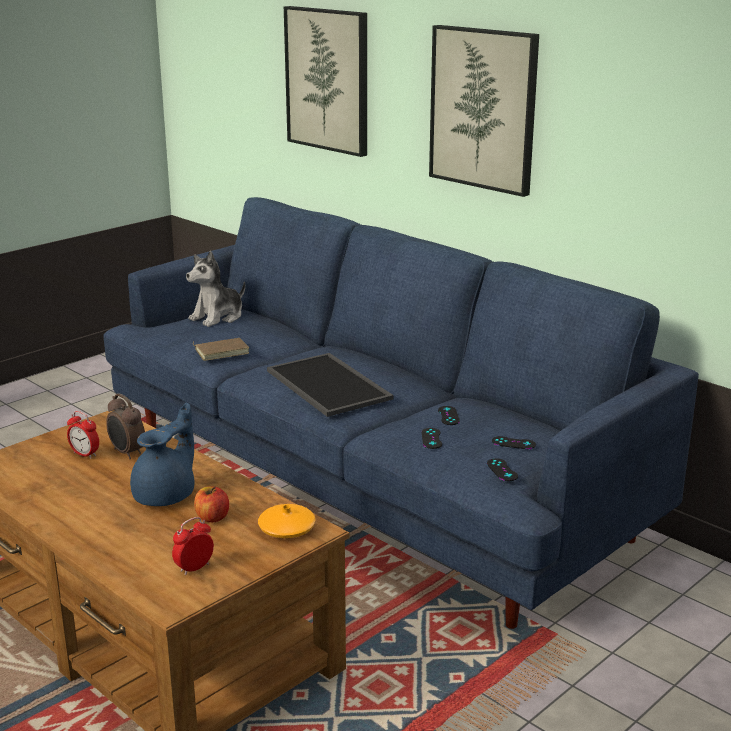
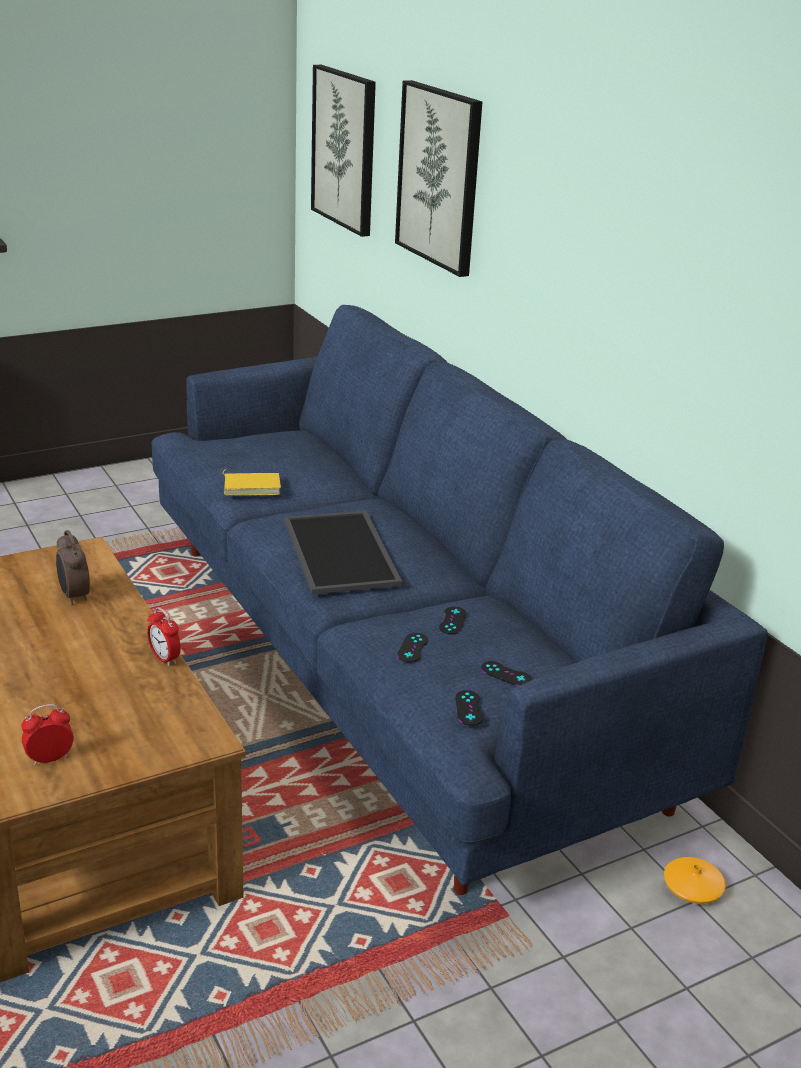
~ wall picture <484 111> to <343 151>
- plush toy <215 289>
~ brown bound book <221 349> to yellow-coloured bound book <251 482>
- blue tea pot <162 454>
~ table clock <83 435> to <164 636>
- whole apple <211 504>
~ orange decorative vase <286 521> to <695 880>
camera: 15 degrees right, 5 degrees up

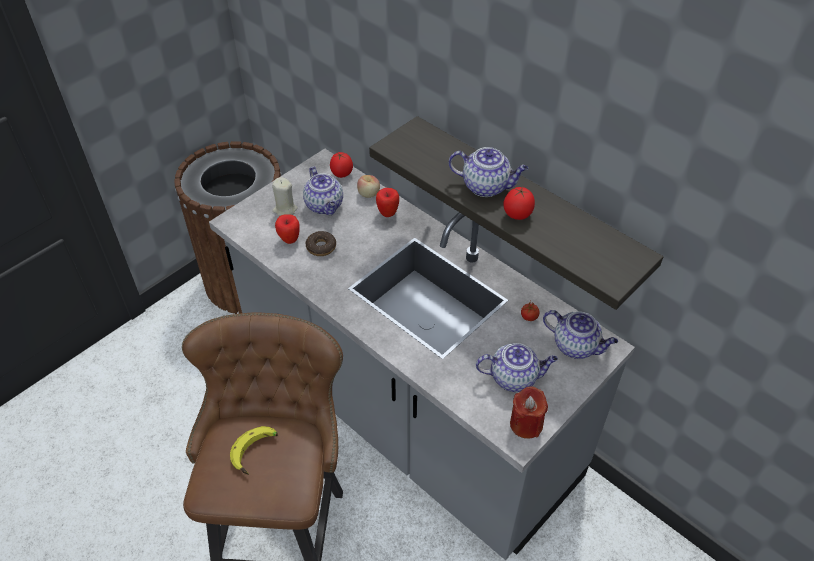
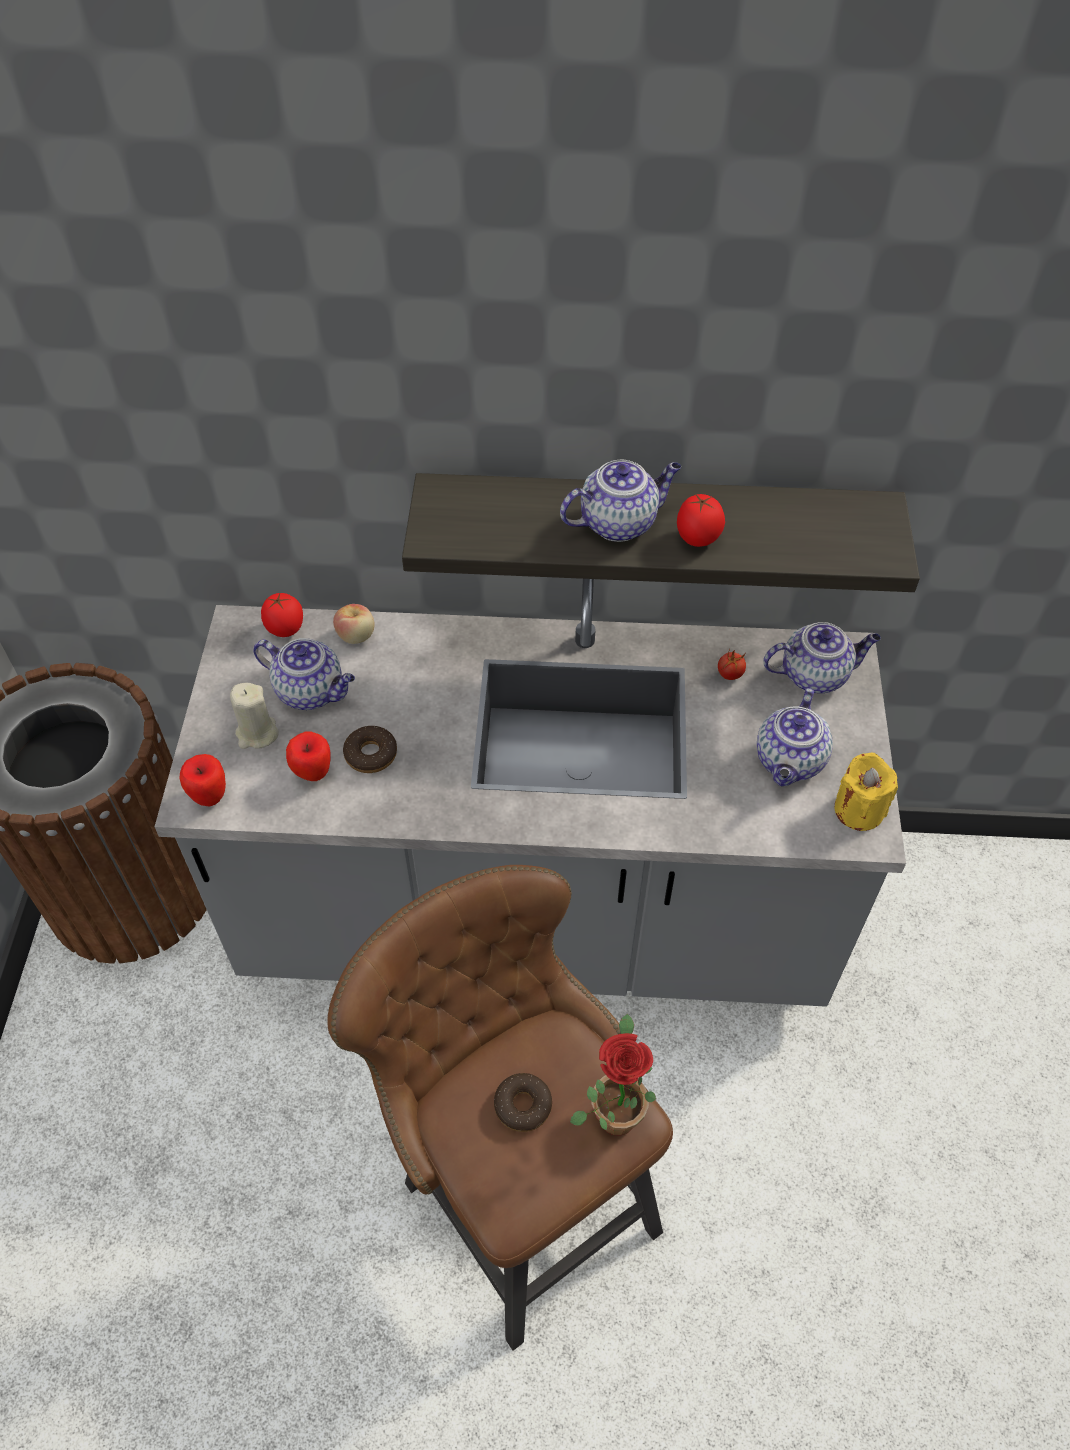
~ whole apple <387 202> to <202 780>
~ tea pot <517 367> = <795 737> 150 degrees clockwise
~ red-coloured wax candle <529 412> to yellow-coloured wax candle <866 792>
~ whole banana <254 450> to donut <523 1102>
+ houseplant <613 1075>
camera: 40 degrees left, 5 degrees up

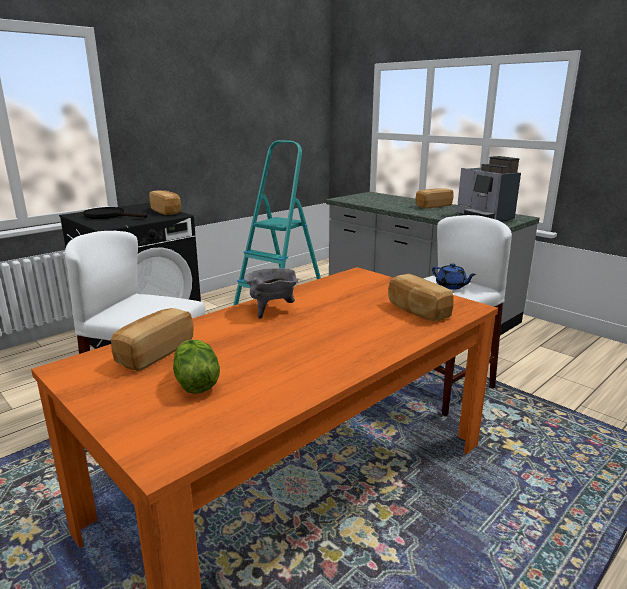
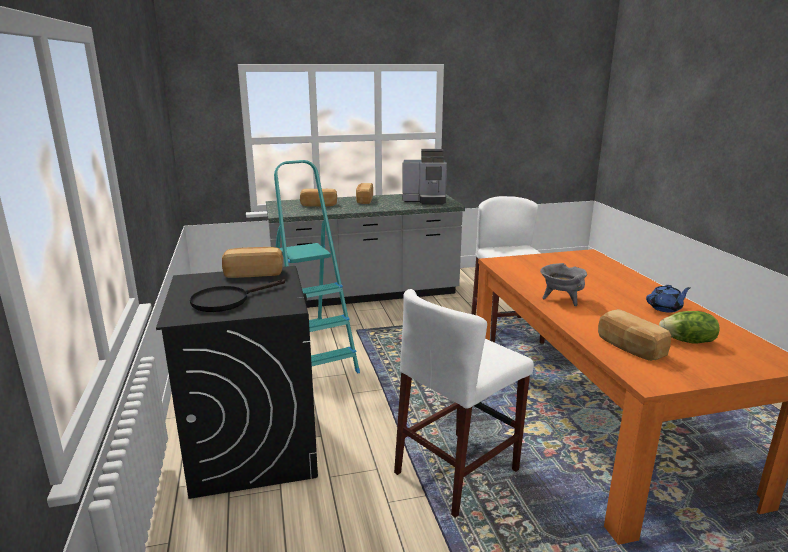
~ blue tea pot <454 277> to <668 299>
~ baked bread <421 297> to <318 198>
camera: 60 degrees left, 0 degrees up

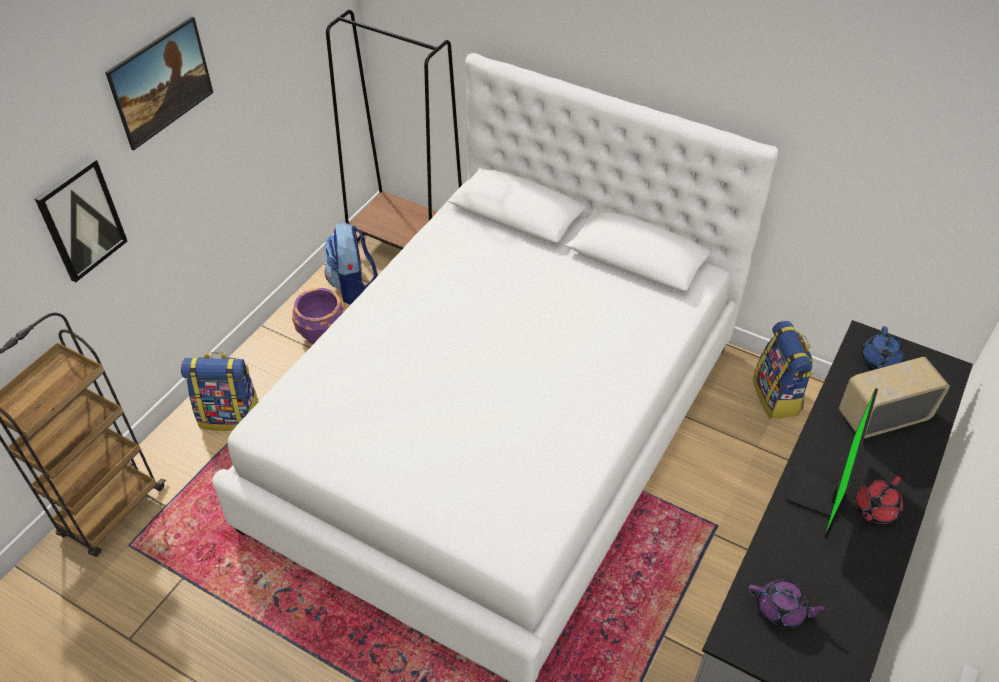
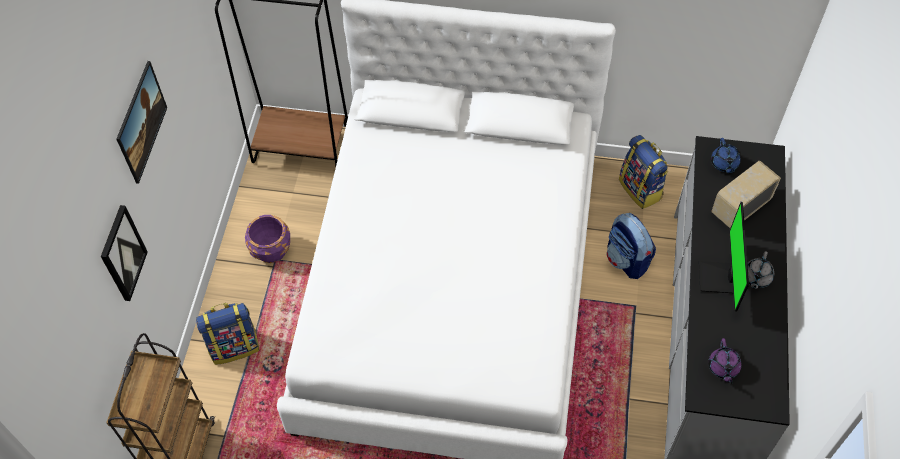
~ rucksack <351 263> to <631 246>
~ red-coloured tea pot <879 500> to grey tea pot <760 270>
~ purple tea pot <789 603> = <725 361> 90 degrees clockwise
camera: 20 degrees left, 10 degrees up

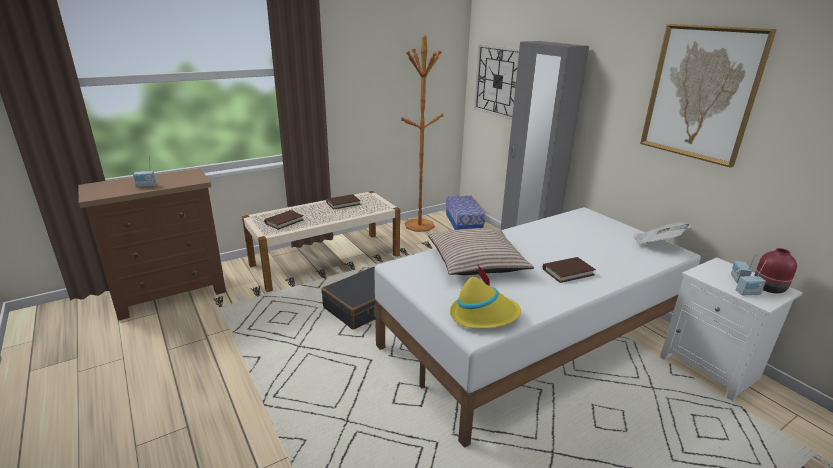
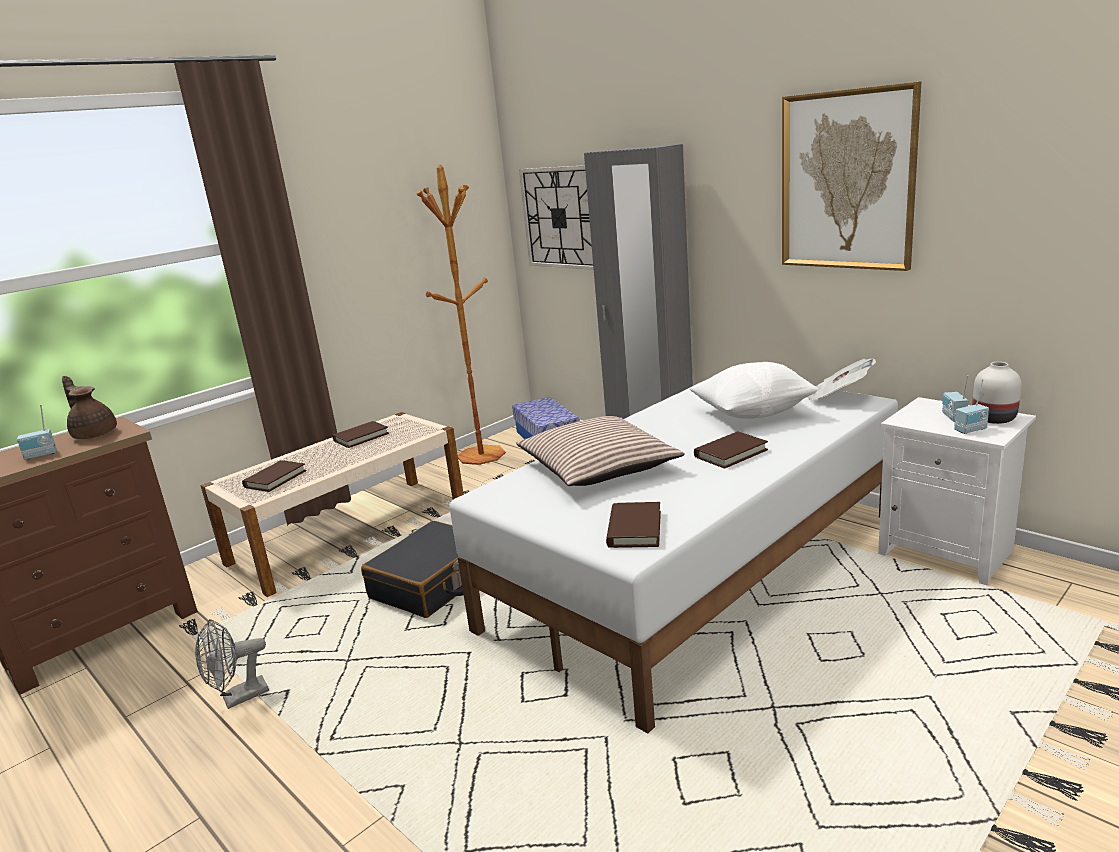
~ red-coloured decorative vase <775 271> to white decorative vase <996 393>
~ yellow-coloured clothing hat <485 297> to brown bound book <633 525>
+ white pillow <753 390>
+ brown tea pot <89 407>
+ grey electric fan <232 664>
camera: 10 degrees left, 5 degrees down

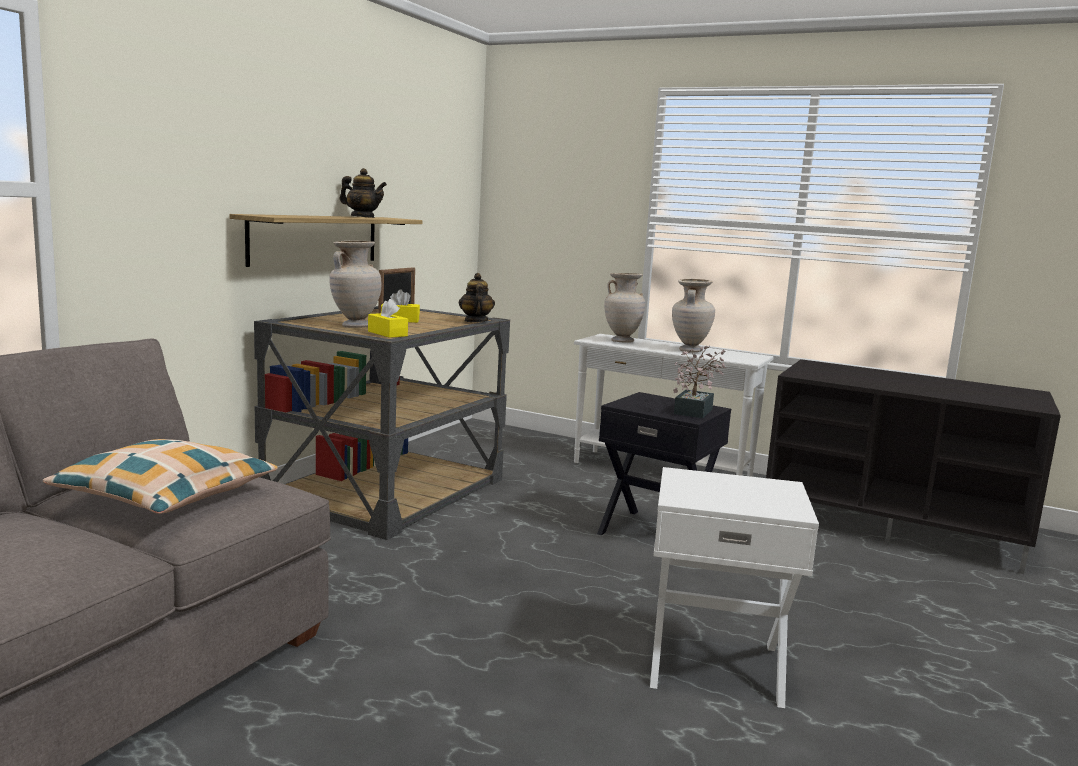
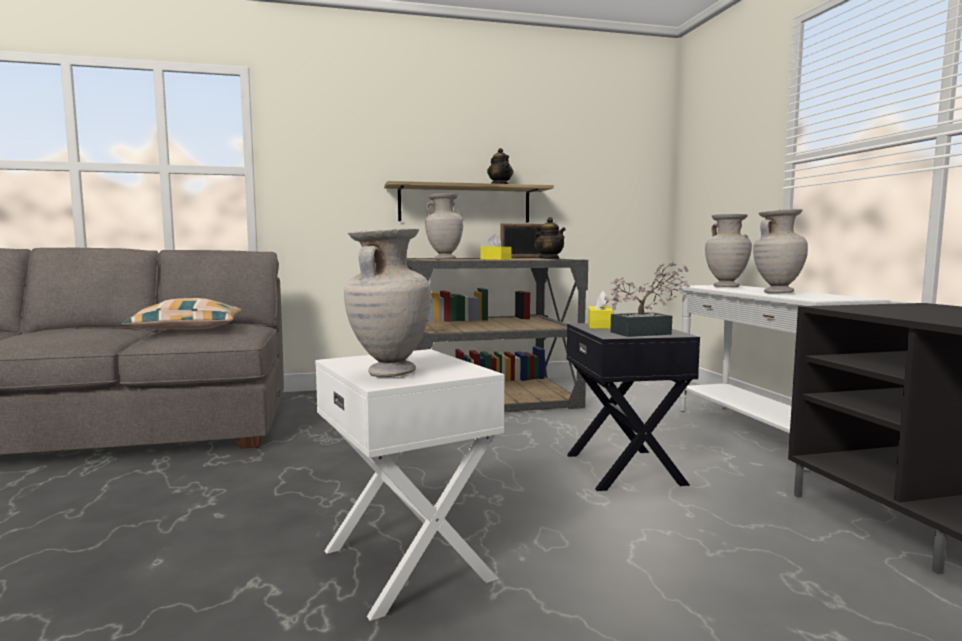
~ tea pot <477 297> = <550 238> 105 degrees clockwise
~ yellow-coloured box of tissues <388 318> to <600 310>
+ sand-coloured decorative vase <387 302>
camera: 50 degrees right, 5 degrees down

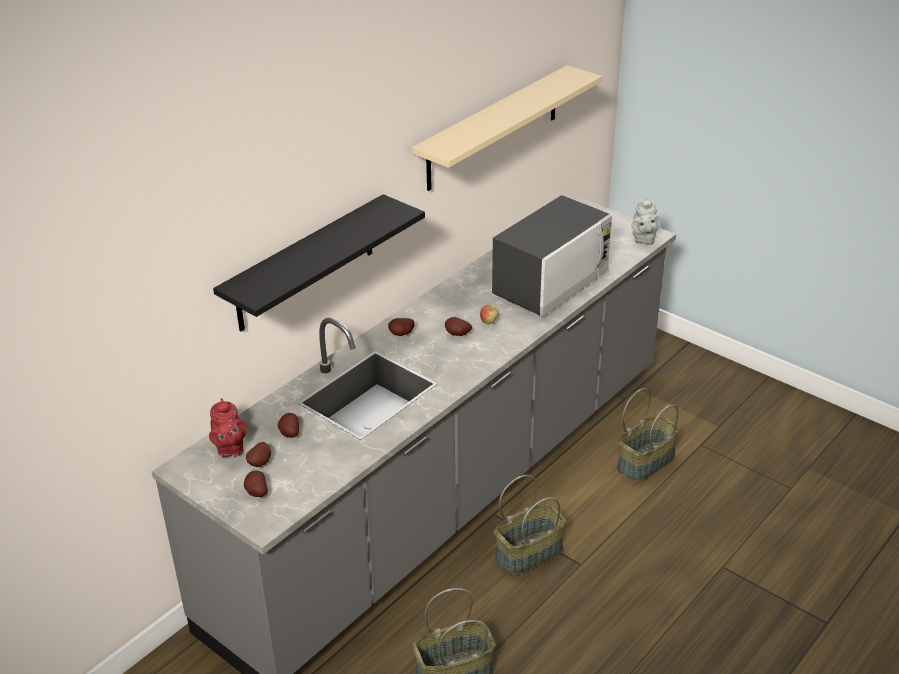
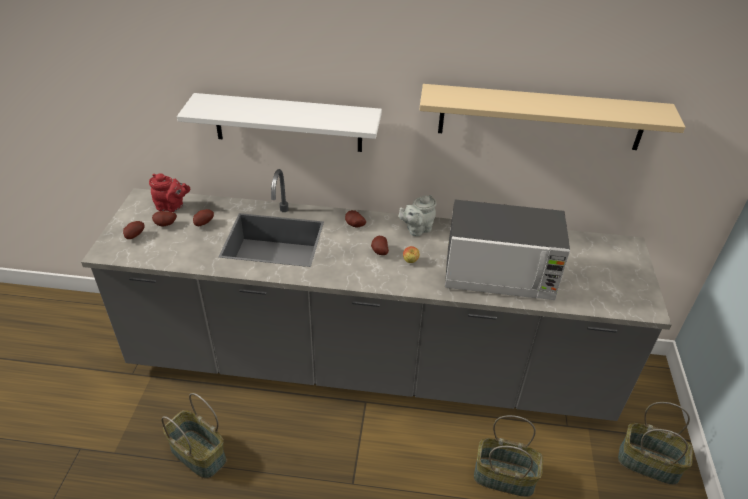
~ black-coloured bracket shelf <319 262> to white bracket shelf <279 122>
~ grey tea pot <646 221> to <418 215>
~ red-coloured tea pot <228 427> = <169 192> 120 degrees counterclockwise
~ basket <530 525> to <655 443>
camera: 55 degrees right, 5 degrees up

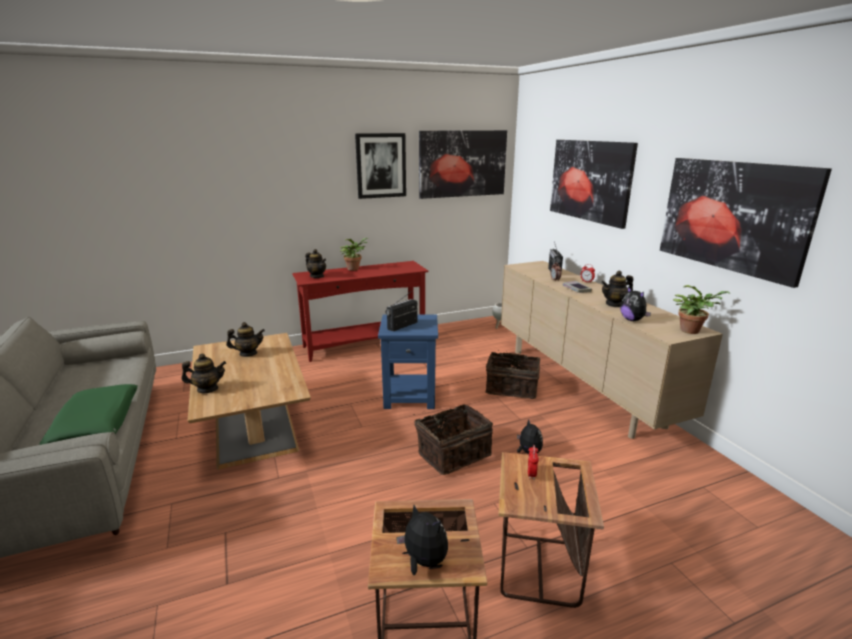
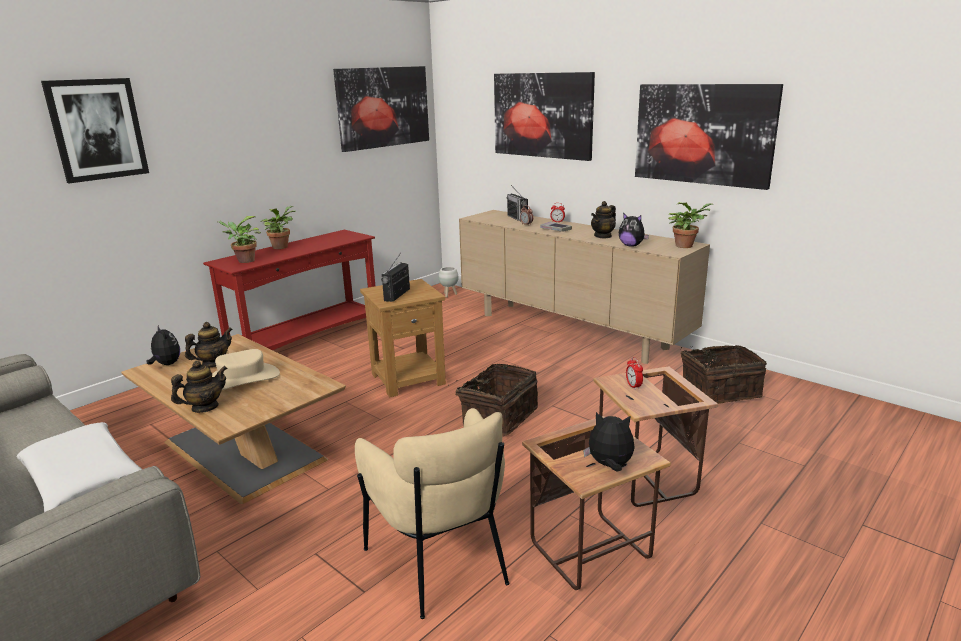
~ wall picture <380 166> to <95 130>
~ tea pot <315 263> to houseplant <239 239>
~ blue end table <408 361> to brown end table <403 338>
~ basket <512 374> to <724 374>
~ green-coloured pillow <88 414> to white pillow <79 467>
~ plush toy <530 436> to <163 345>
+ sand-coloured clothing hat <246 369>
+ sand-coloured lounge chair <432 513>
camera: 25 degrees left, 0 degrees up

